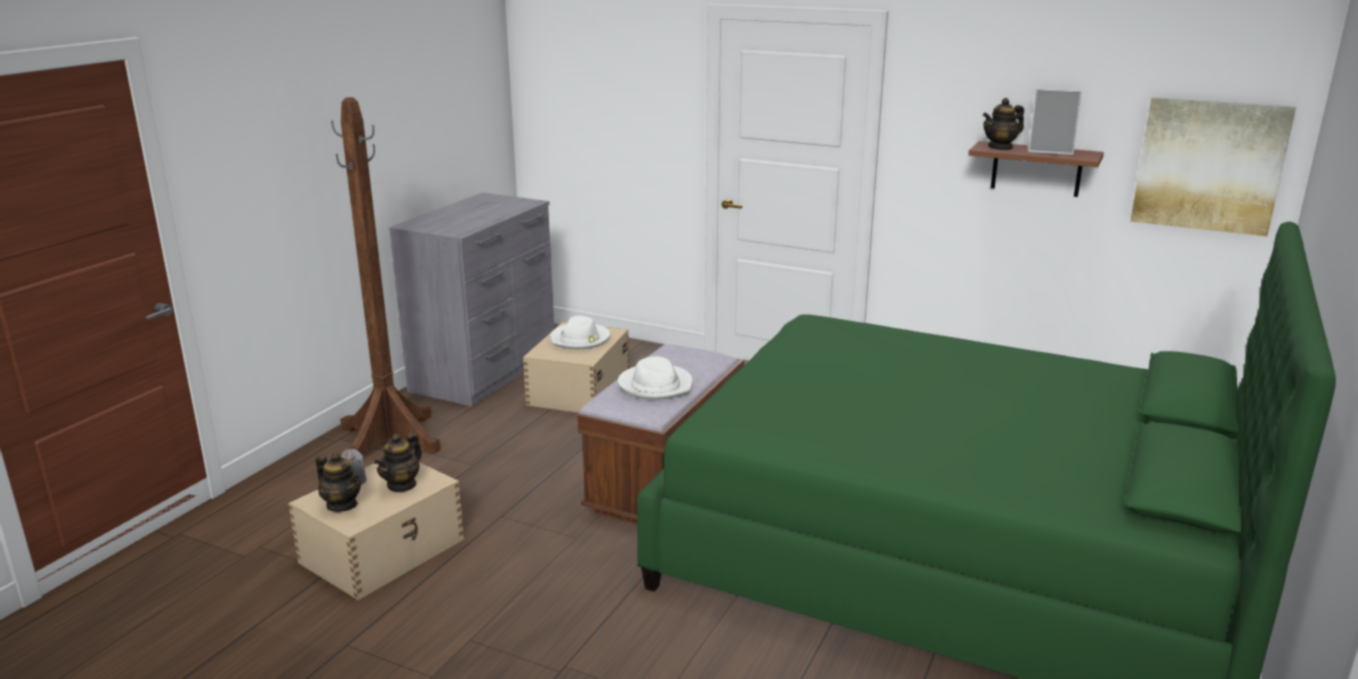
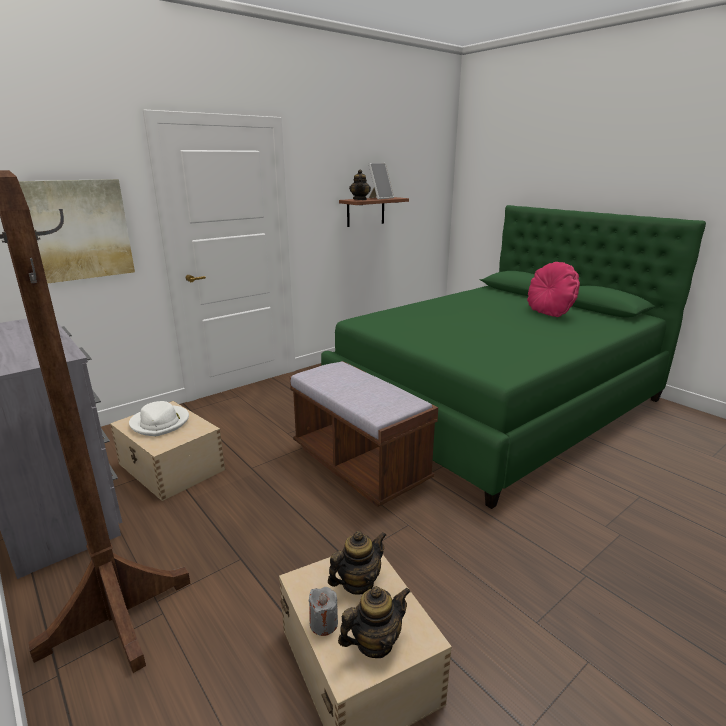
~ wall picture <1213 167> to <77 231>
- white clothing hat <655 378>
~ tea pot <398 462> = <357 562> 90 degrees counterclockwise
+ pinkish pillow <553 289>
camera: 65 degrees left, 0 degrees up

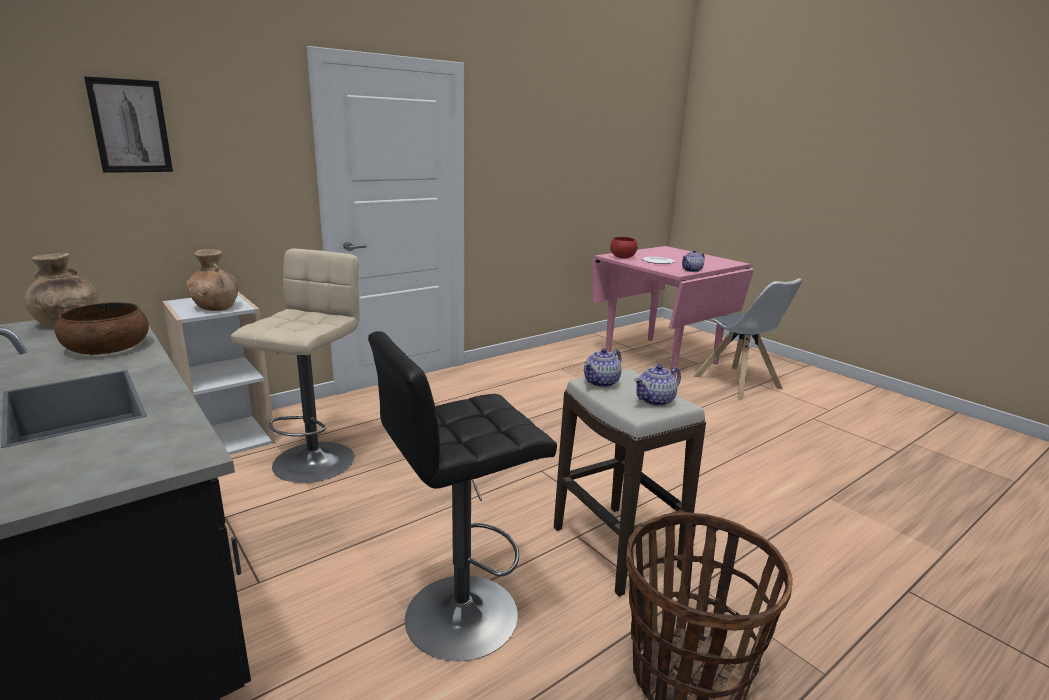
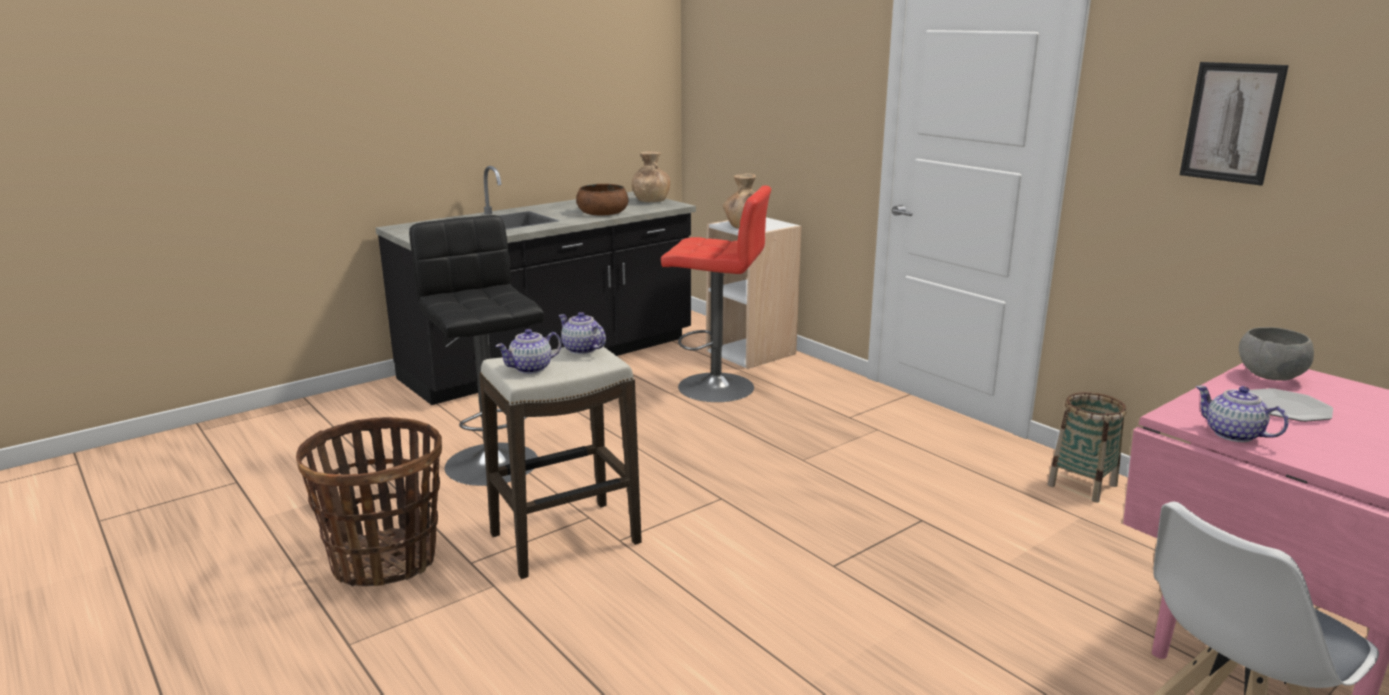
~ wall picture <128 124> to <1234 124>
~ red-coloured bowl <624 248> to grey bowl <1276 354>
~ sand-coloured stool <295 366> to red-coloured stool <716 293>
~ tea pot <657 385> = <528 351> 90 degrees counterclockwise
+ basket <1087 447>
camera: 90 degrees right, 0 degrees up

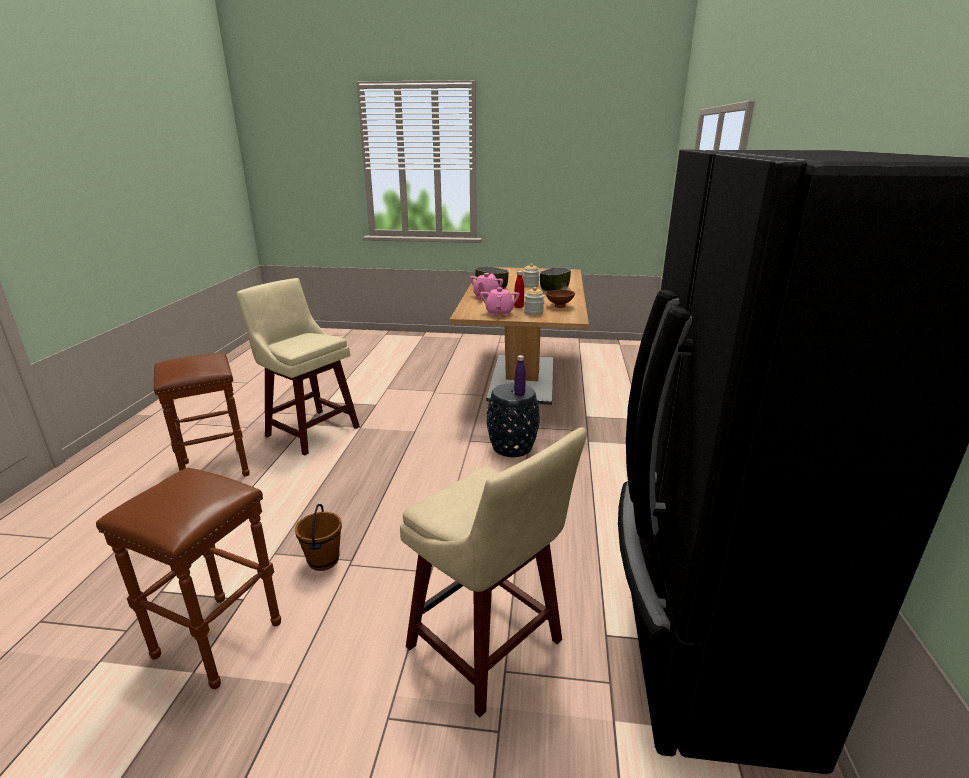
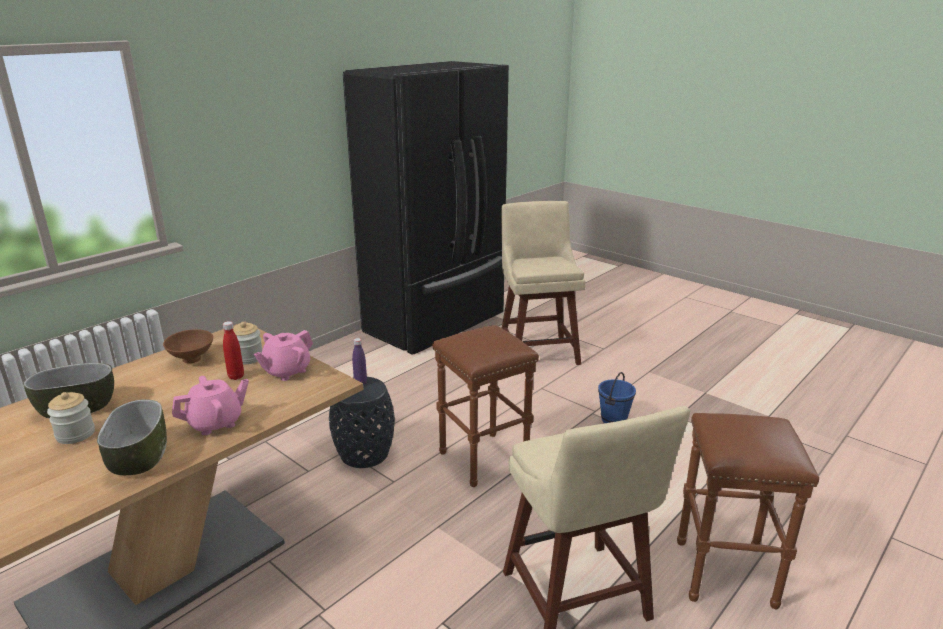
~ brown stool <188 578> to <485 406>
~ brown pail <318 537> to blue pail <617 397>
camera: 145 degrees left, 0 degrees up

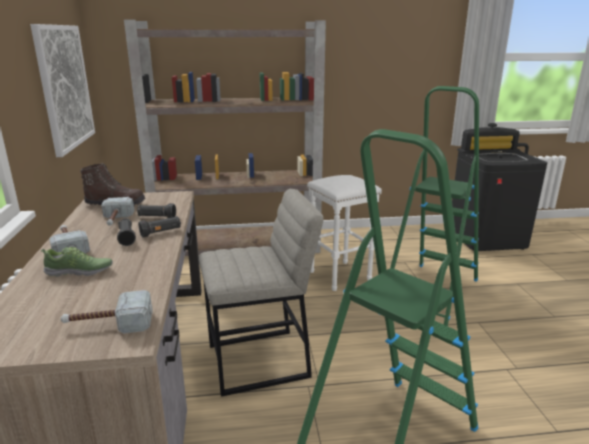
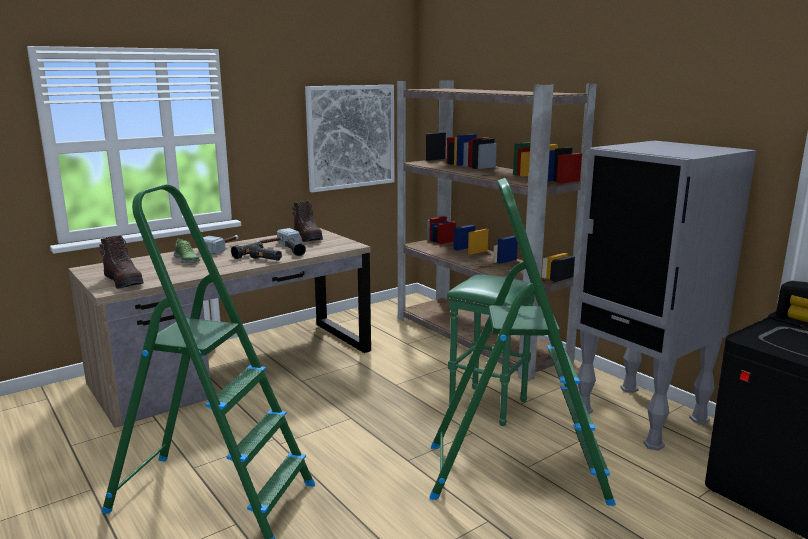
~ white stool <344 233> to green-coloured stool <491 350>
- grey plain chair <261 293>
~ hammer <106 312> to brown high-top boot <121 262>
+ grey cupboard <665 296>
camera: 60 degrees right, 5 degrees down

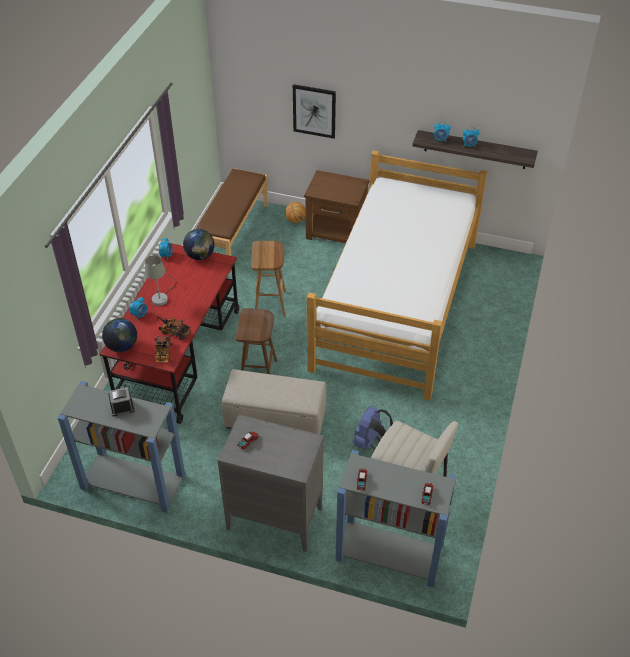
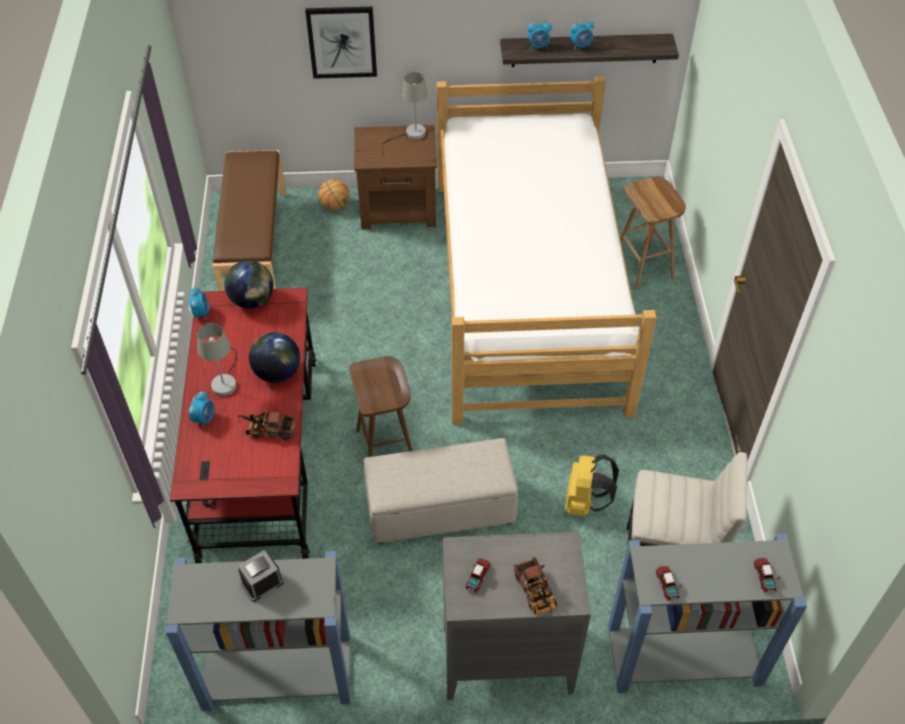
~ brown stool <268 279> to <653 233>
~ desk globe <119 335> to <274 357>
~ model truck <163 348> to <535 586>
~ blue rucksack <373 428> to yellow-coloured rucksack <592 485>
+ grey tabletop lamp <405 114>
camera: 20 degrees left, 5 degrees up

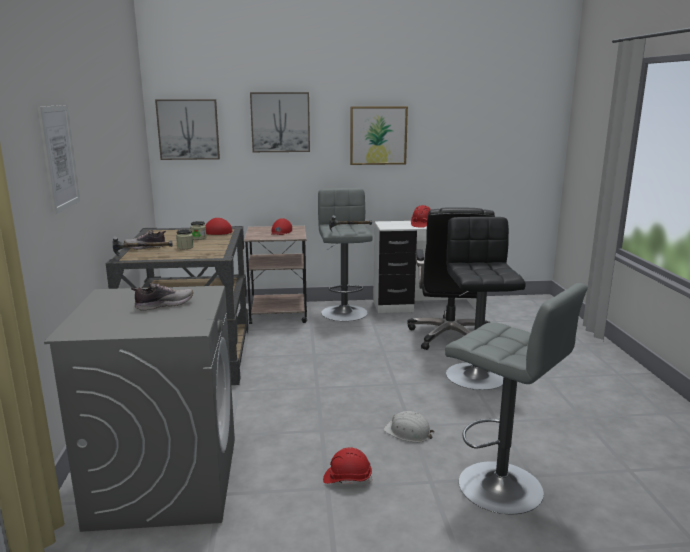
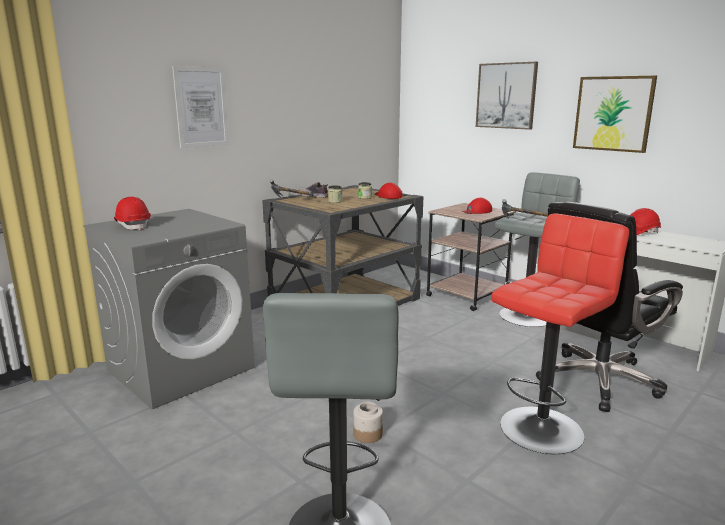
- wall picture <187 129>
~ black-coloured stool <486 303> to red-coloured stool <560 334>
- shoe <162 297>
~ white safety helmet <409 427> to preserve jar <368 422>
~ red-coloured safety helmet <348 466> to <132 213>
camera: 50 degrees right, 0 degrees up

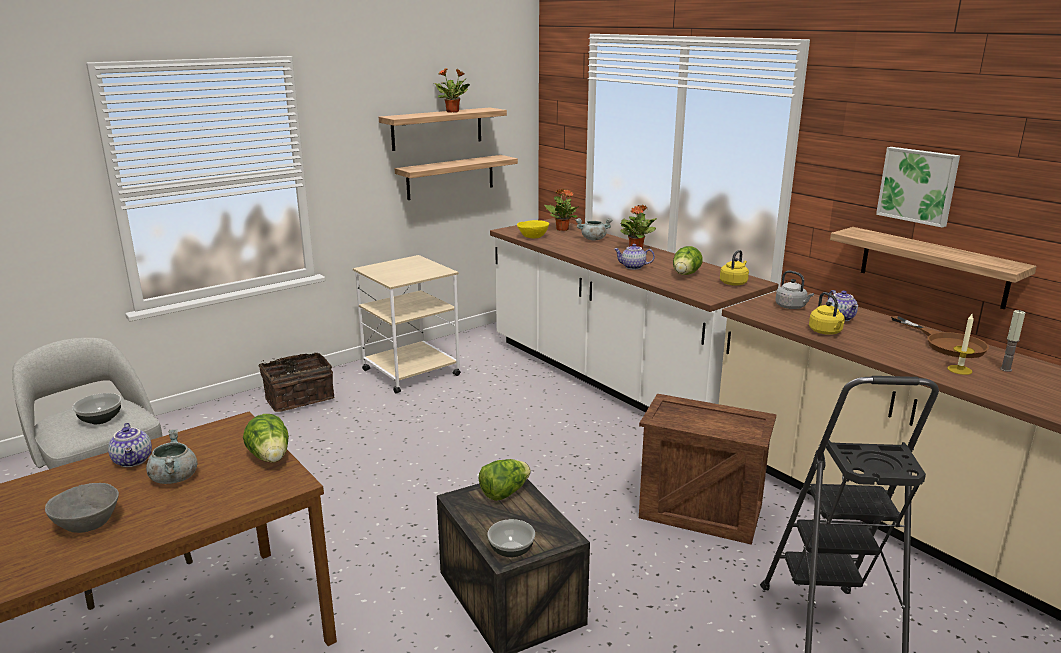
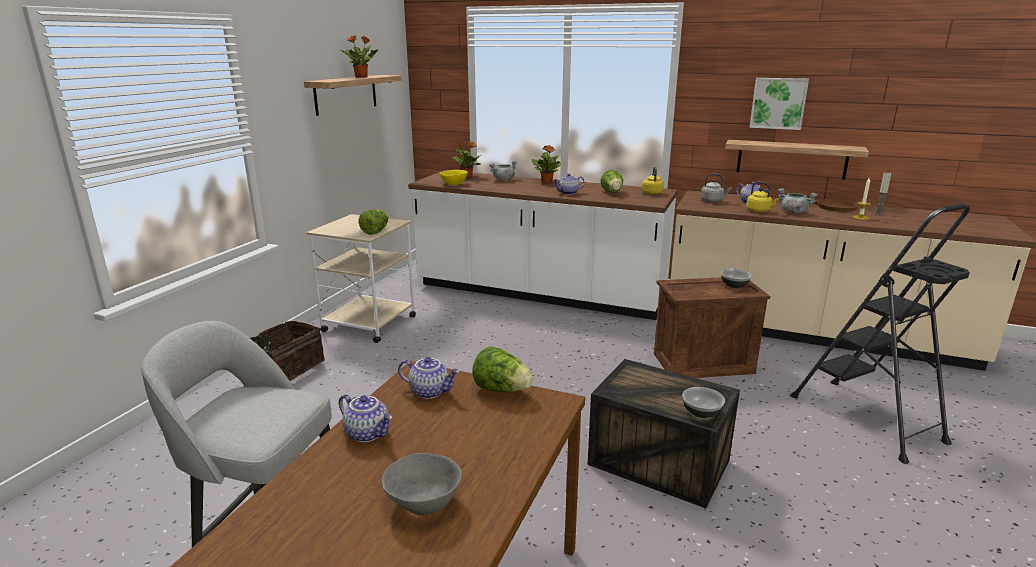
- bracket shelf <456 177>
~ bowl <97 408> to <736 278>
~ grey saucepot <171 456> to <798 201>
~ lettuce <505 480> to <374 222>
+ tea pot <428 378>
camera: 30 degrees left, 0 degrees up

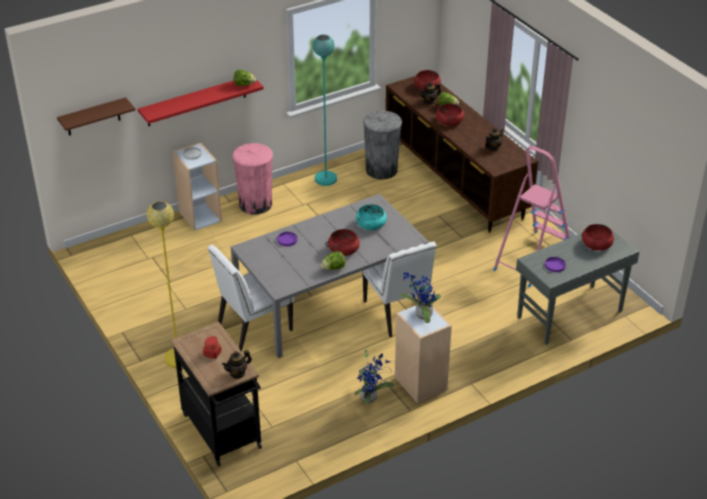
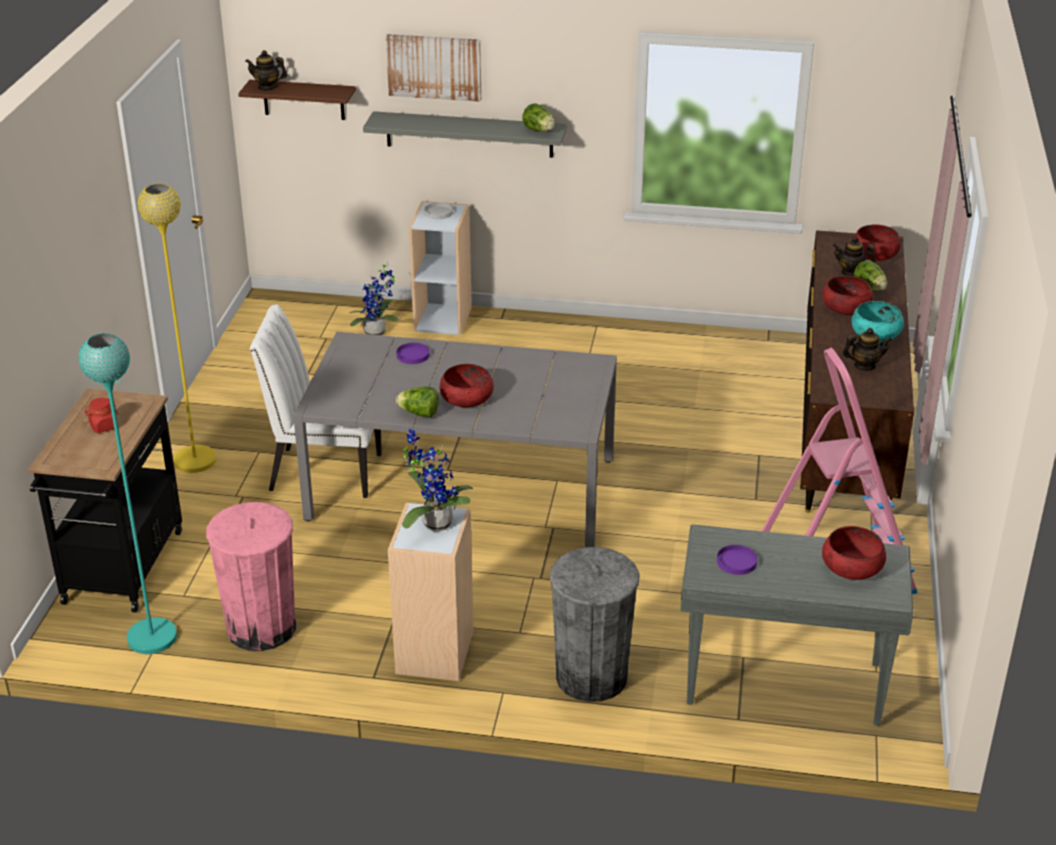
~ turquoise-coloured floor lamp <325 110> to <128 493>
~ red-coloured bracket shelf <201 103> to grey bracket shelf <465 134>
~ grey waste bin <382 145> to <595 624>
~ pinkish waste bin <252 178> to <251 576>
~ turquoise-coloured bowl <371 217> to <878 321>
- white plain chair <399 289>
~ houseplant <374 375> to <374 298>
~ tea pot <237 364> to <266 70>
+ wall picture <433 68>
camera: 40 degrees right, 5 degrees down

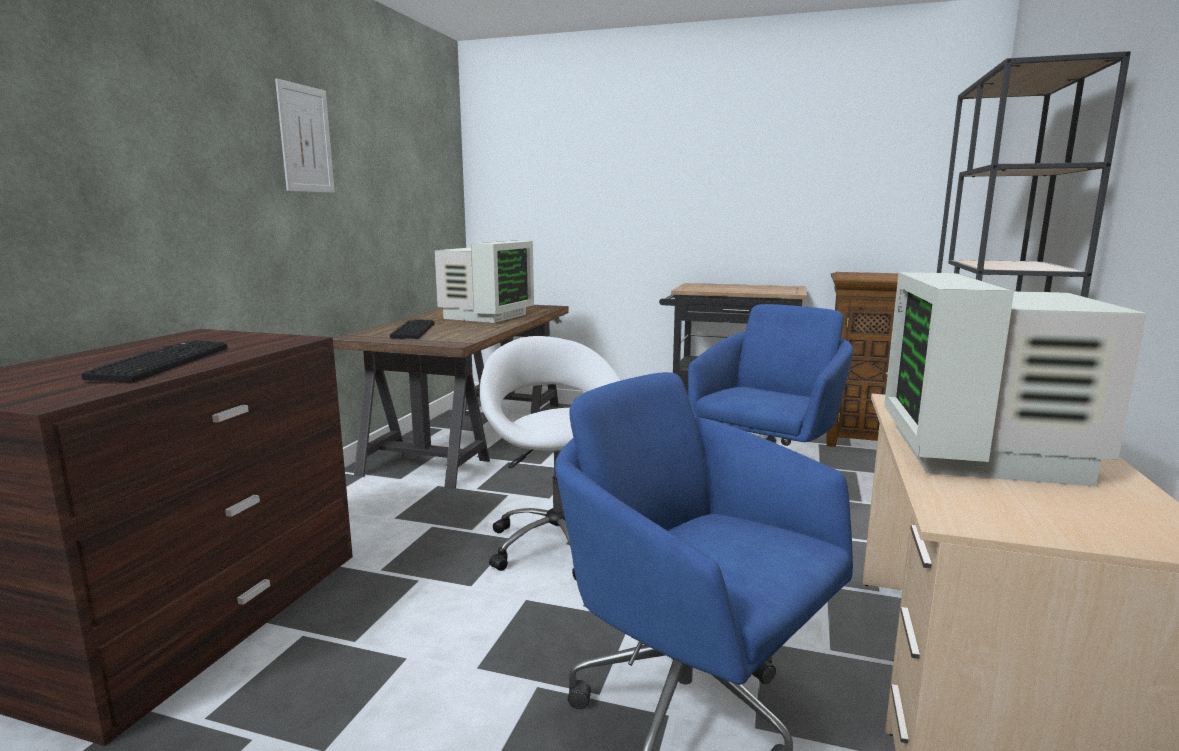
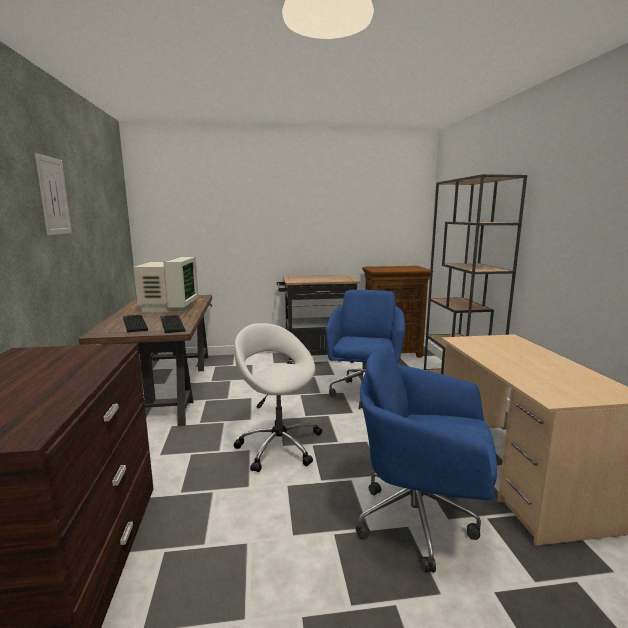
- monitor <1015 379>
~ computer keyboard <154 362> to <173 324>
camera: 25 degrees left, 0 degrees up

